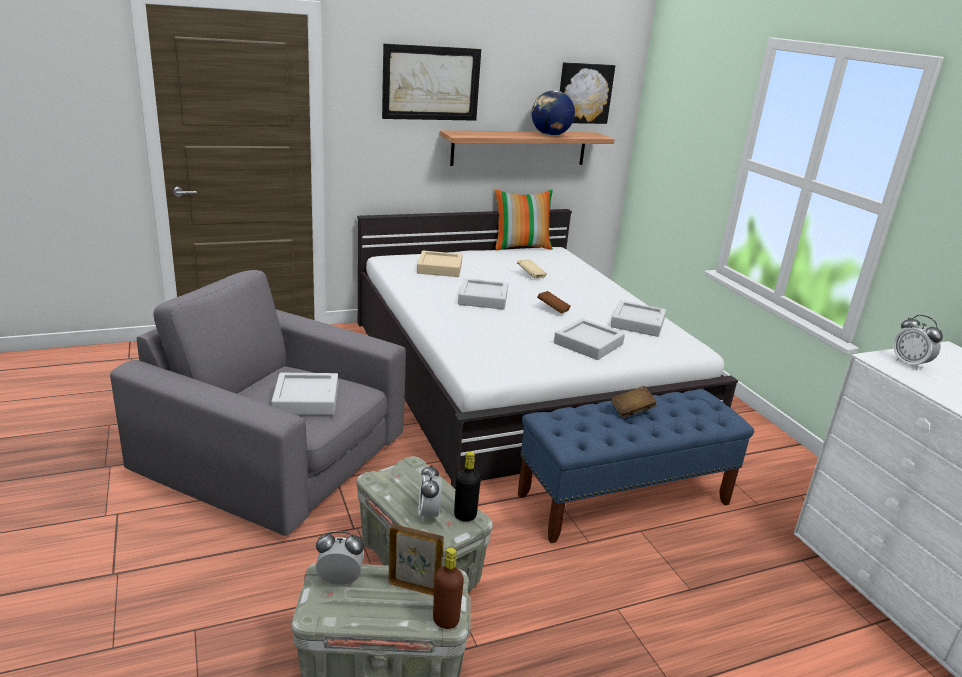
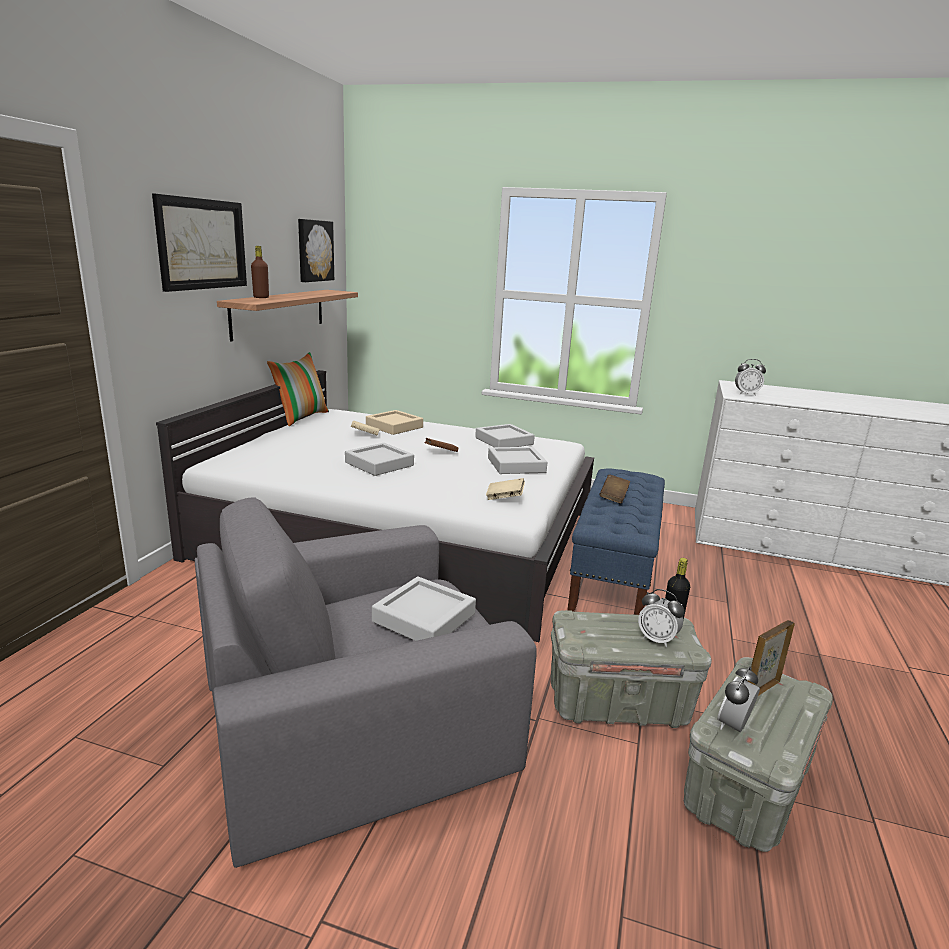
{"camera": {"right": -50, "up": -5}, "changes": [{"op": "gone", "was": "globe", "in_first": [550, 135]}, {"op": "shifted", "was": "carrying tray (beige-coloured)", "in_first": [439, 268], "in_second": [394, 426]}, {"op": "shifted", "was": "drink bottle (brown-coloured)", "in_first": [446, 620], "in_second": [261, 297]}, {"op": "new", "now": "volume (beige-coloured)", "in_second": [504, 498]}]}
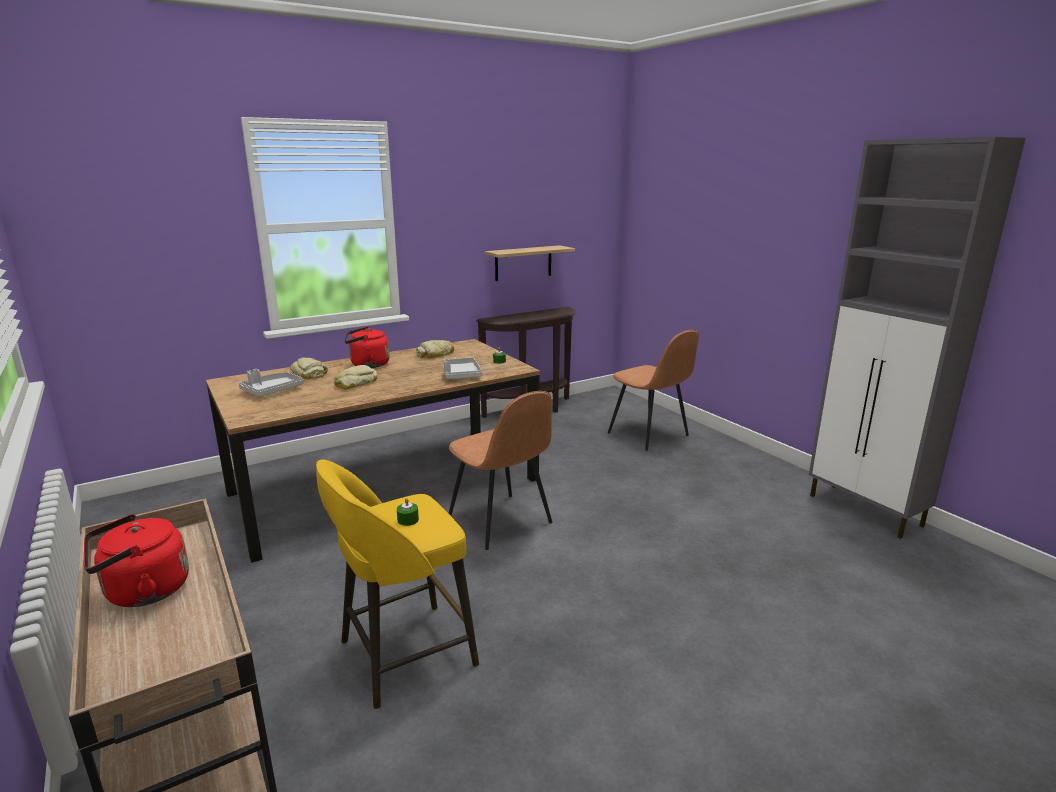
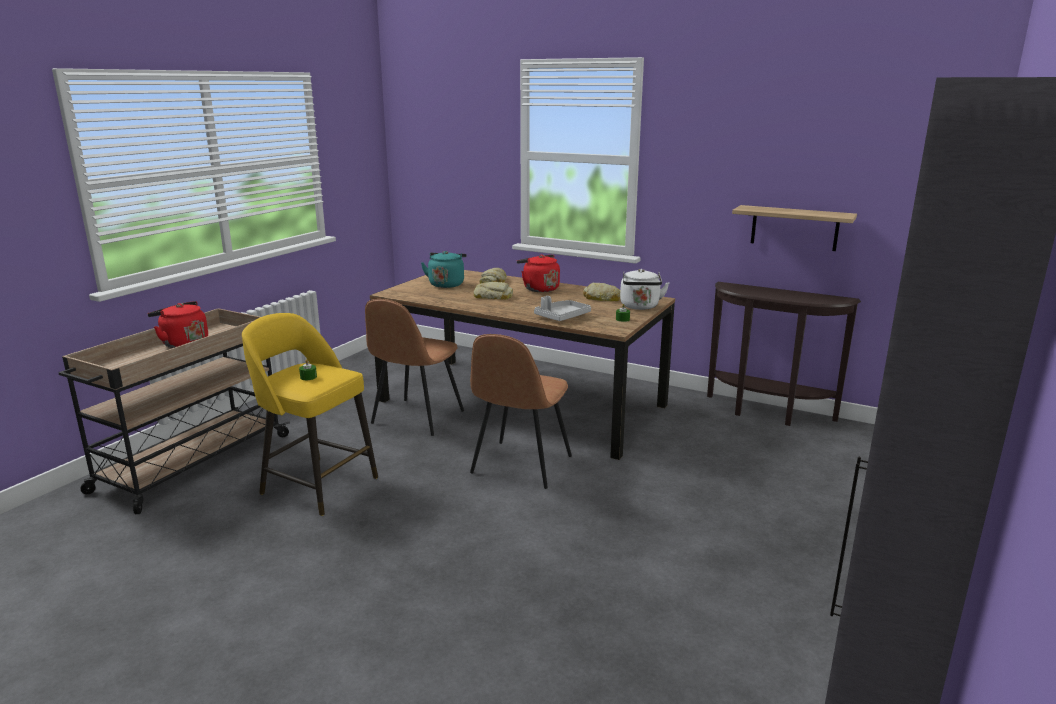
{"camera": {"right": 60, "up": 0}, "changes": [{"op": "shifted", "was": "upright chair (brown-coloured)", "in_first": [649, 435], "in_second": [416, 418]}, {"op": "swapped", "was": "carrying tray (greyish)", "now": "tea kettle (turquoise)", "in_first": [272, 391], "in_second": [446, 284]}, {"op": "new", "now": "tea kettle (white)", "in_second": [640, 307]}]}
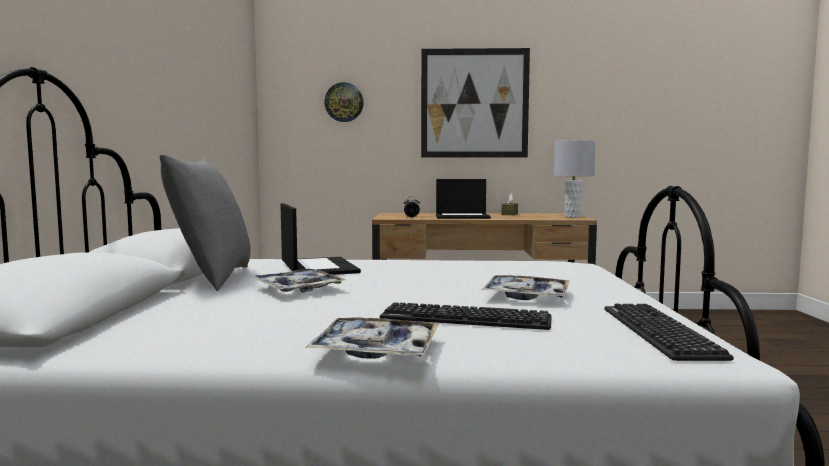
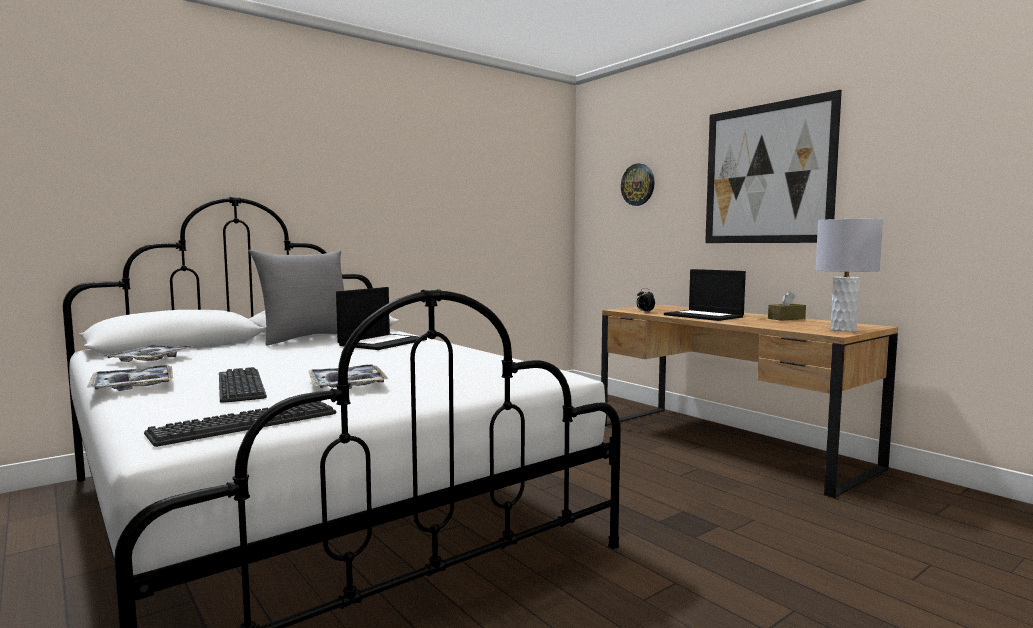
{"camera": {"right": 50, "up": 0}, "changes": [{"op": "shifted", "was": "carrying tray", "in_first": [297, 289], "in_second": [151, 360]}]}
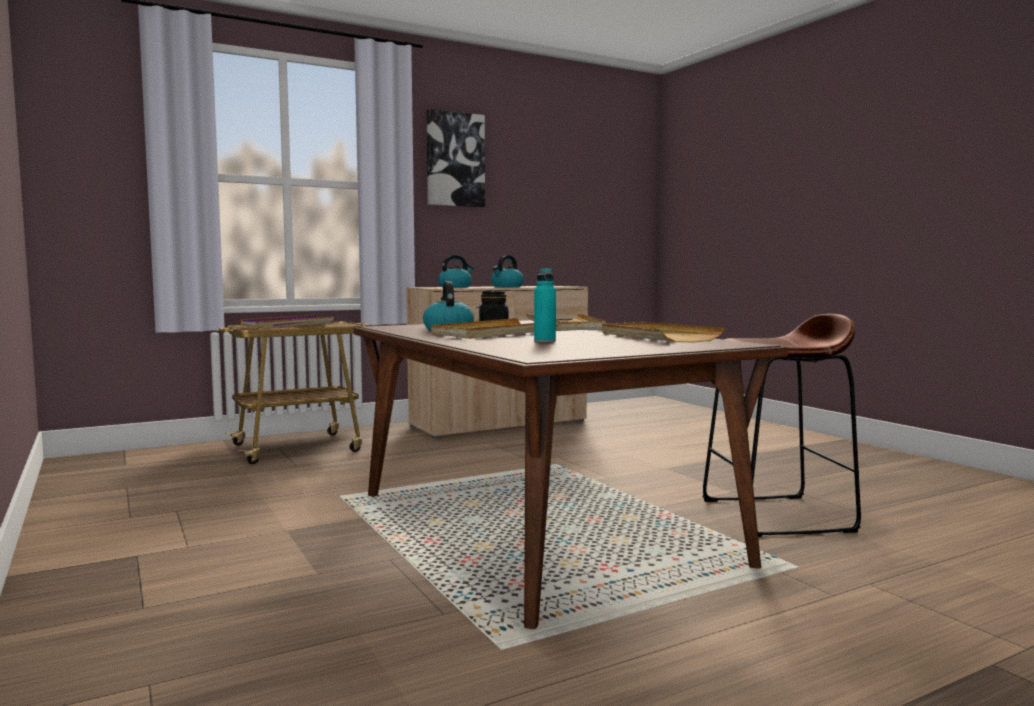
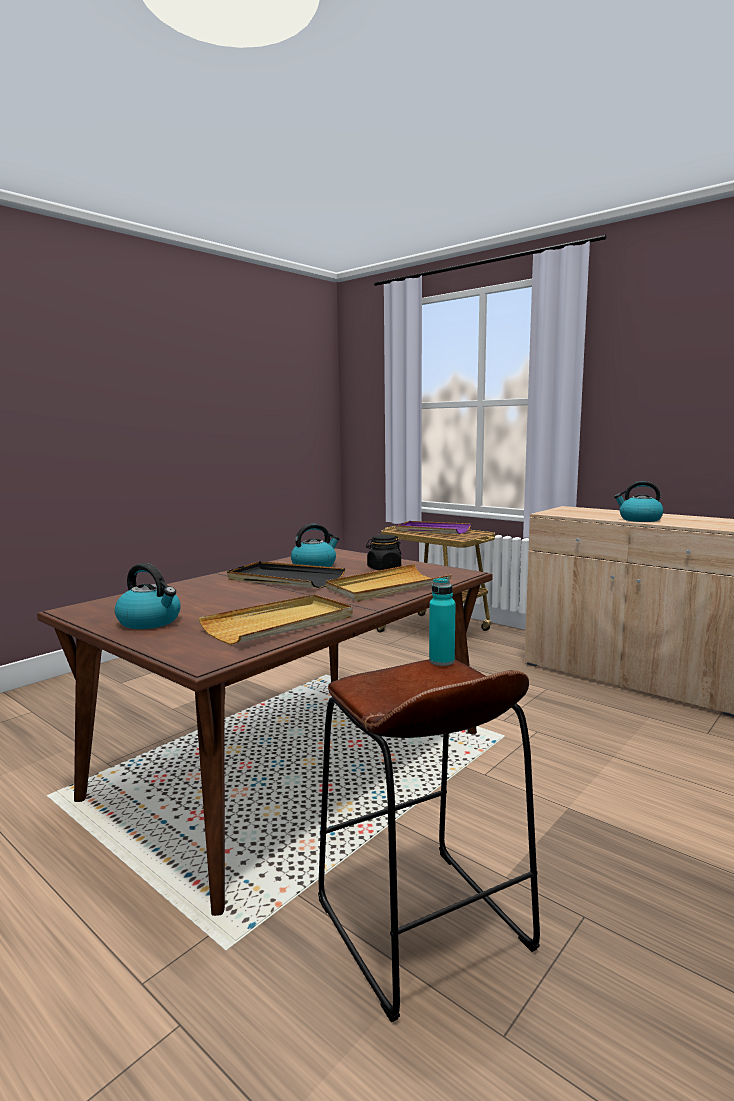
{"camera": {"right": 70, "up": 5}, "changes": [{"op": "gone", "was": "wall picture", "in_first": [455, 159]}, {"op": "shifted", "was": "tea kettle", "in_first": [455, 287], "in_second": [150, 621]}, {"op": "shifted", "was": "drink bottle (turquoise)", "in_first": [544, 341], "in_second": [441, 661]}, {"op": "repainted", "was": "carrying tray (beige-coloured)", "now": "carrying tray (black-coloured)", "in_first": [495, 333], "in_second": [284, 579]}]}
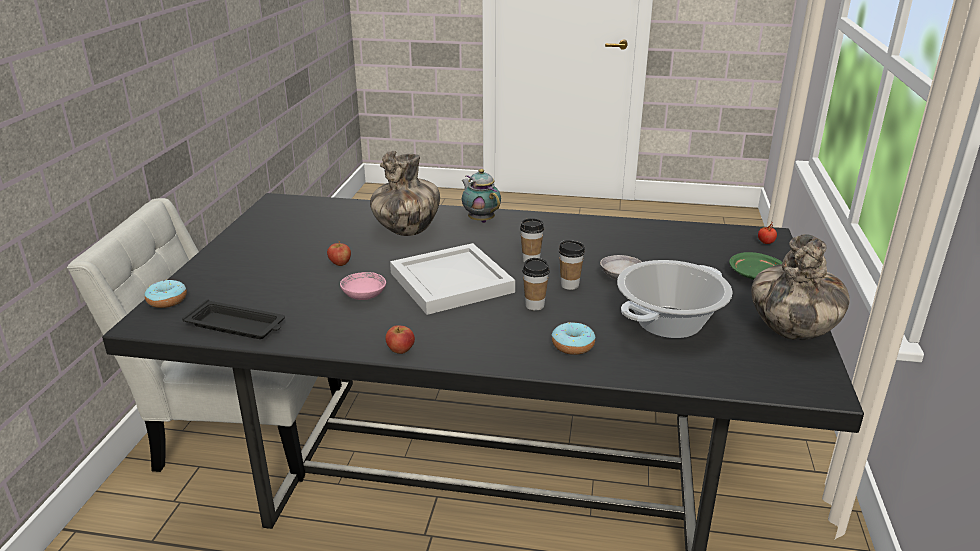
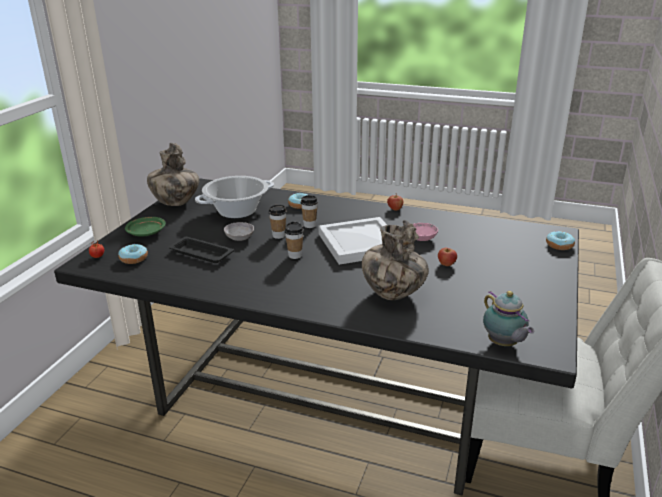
{"camera": {"right": -170, "up": 0}, "changes": [{"op": "shifted", "was": "pot for tea", "in_first": [480, 220], "in_second": [503, 344]}, {"op": "shifted", "was": "carrying tray (black-coloured)", "in_first": [237, 326], "in_second": [200, 253]}, {"op": "new", "now": "doughnut", "in_second": [134, 259]}]}
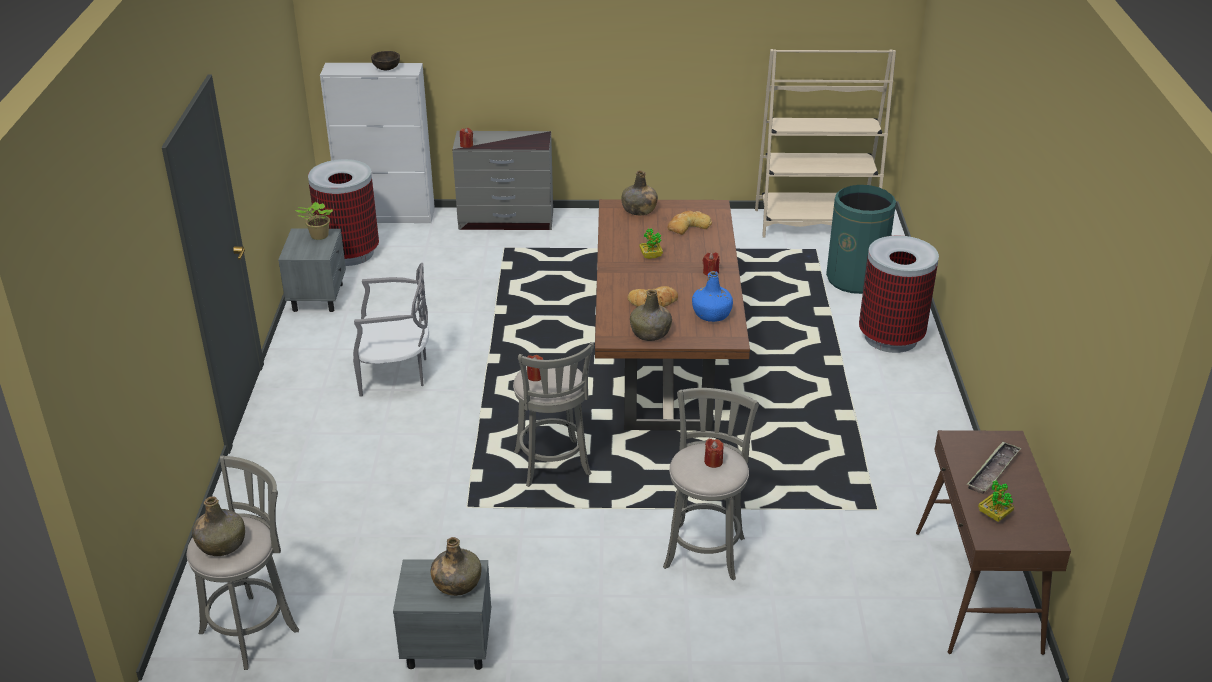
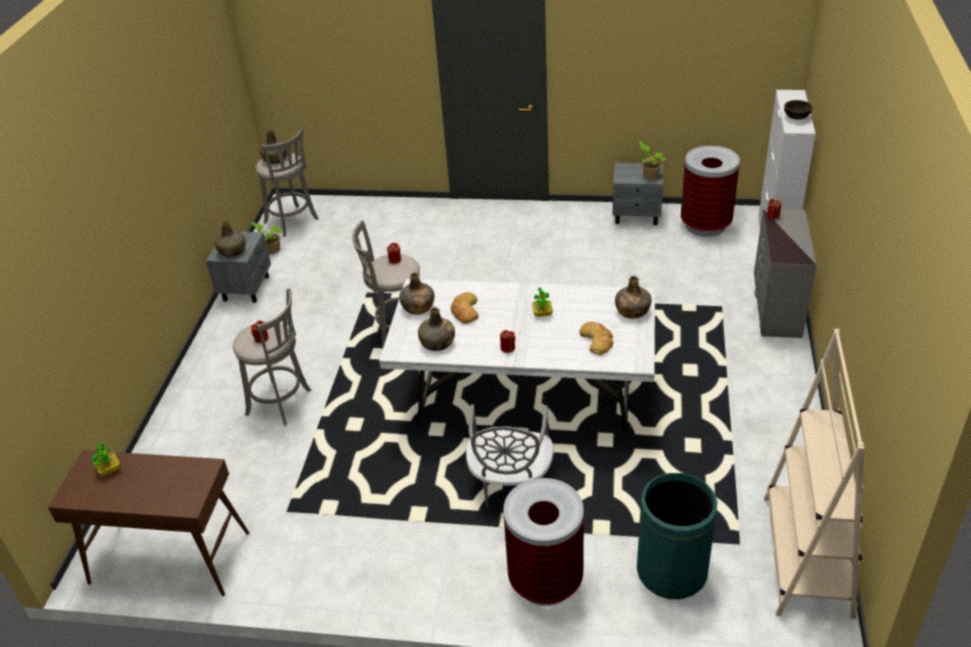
{"camera": {"right": 100, "up": 5}, "changes": [{"op": "repainted", "was": "dinner table (brown-coloured)", "now": "dinner table (white)", "in_first": [664, 360], "in_second": [525, 399]}, {"op": "shifted", "was": "upright chair (greyish)", "in_first": [395, 373], "in_second": [510, 486]}, {"op": "repainted", "was": "drink bottle (bluish)", "now": "drink bottle (green)", "in_first": [712, 314], "in_second": [437, 343]}, {"op": "gone", "was": "carrying tray", "in_first": [993, 471]}, {"op": "new", "now": "houseplant", "in_second": [272, 250]}]}
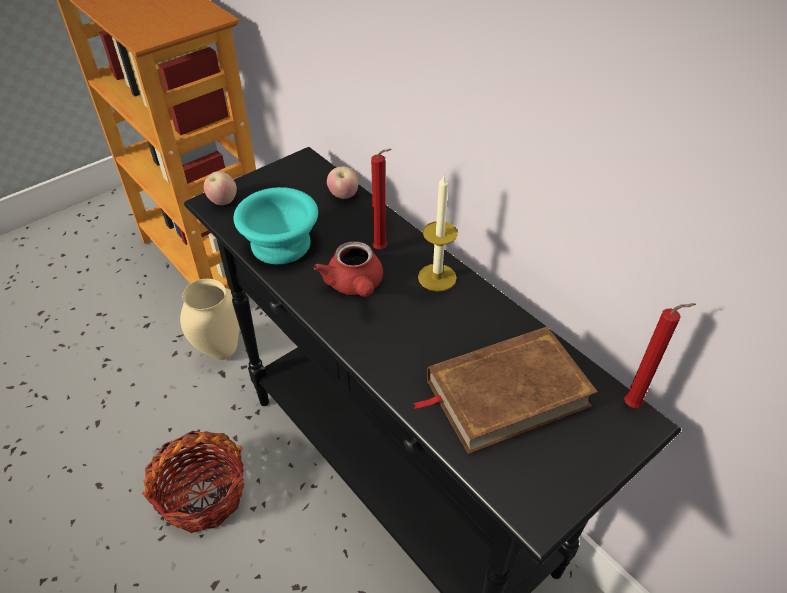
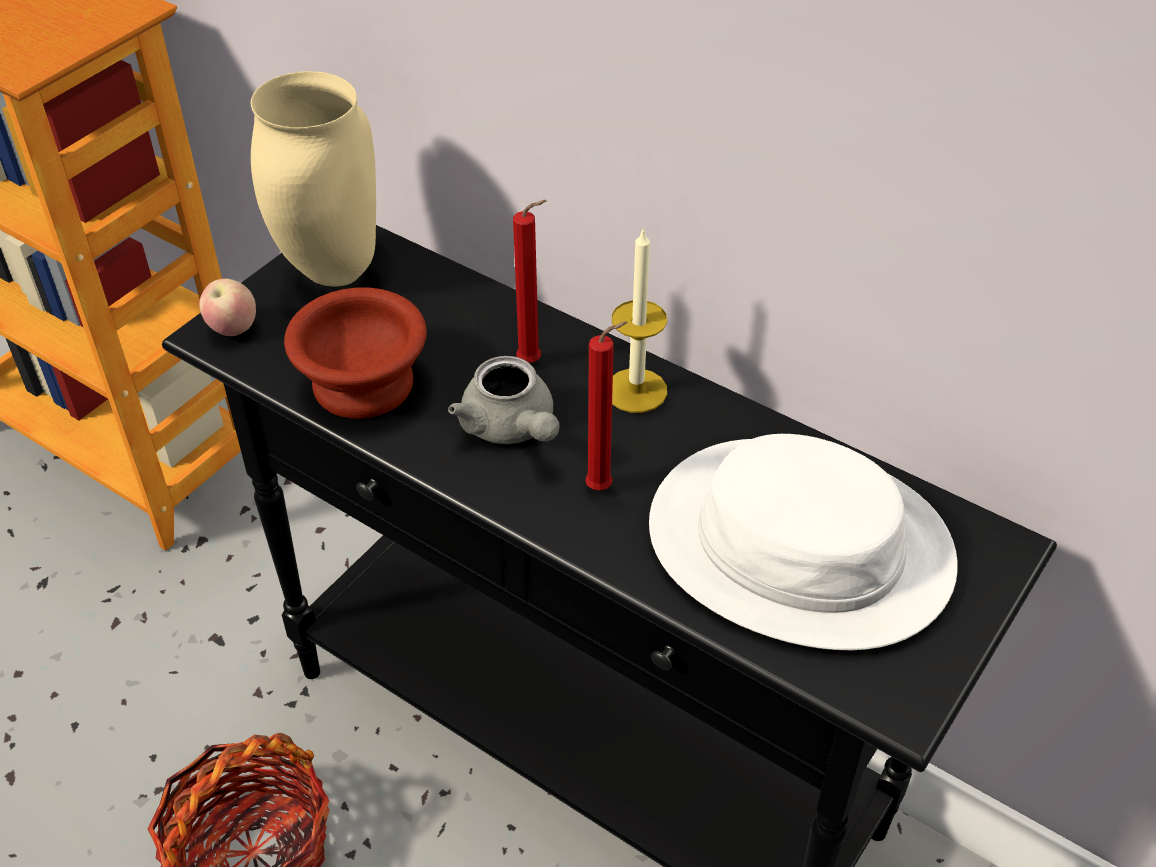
{"camera": {"right": -15, "up": 0}, "changes": [{"op": "gone", "was": "apple fruit", "in_first": [343, 196]}, {"op": "repainted", "was": "serving bowl (turquoise)", "now": "serving bowl (brown-coloured)", "in_first": [283, 244], "in_second": [367, 383]}, {"op": "repainted", "was": "pot for tea (reddish)", "now": "pot for tea (greyish)", "in_first": [355, 286], "in_second": [512, 428]}, {"op": "shifted", "was": "decorative vase (beige-coloured)", "in_first": [220, 351], "in_second": [330, 271]}, {"op": "shifted", "was": "wax candle (reddish)", "in_first": [634, 405], "in_second": [603, 487]}, {"op": "swapped", "was": "volume (brown-coloured)", "now": "clothing hat (white)", "in_first": [506, 393], "in_second": [800, 544]}]}
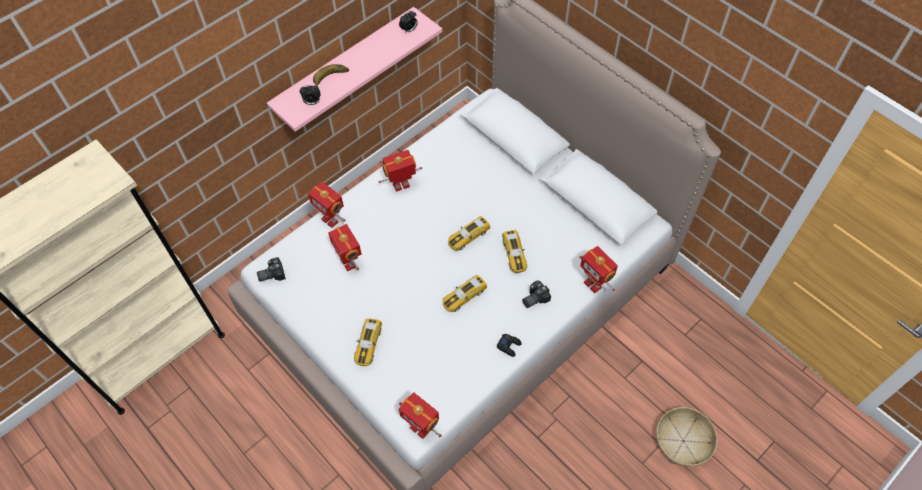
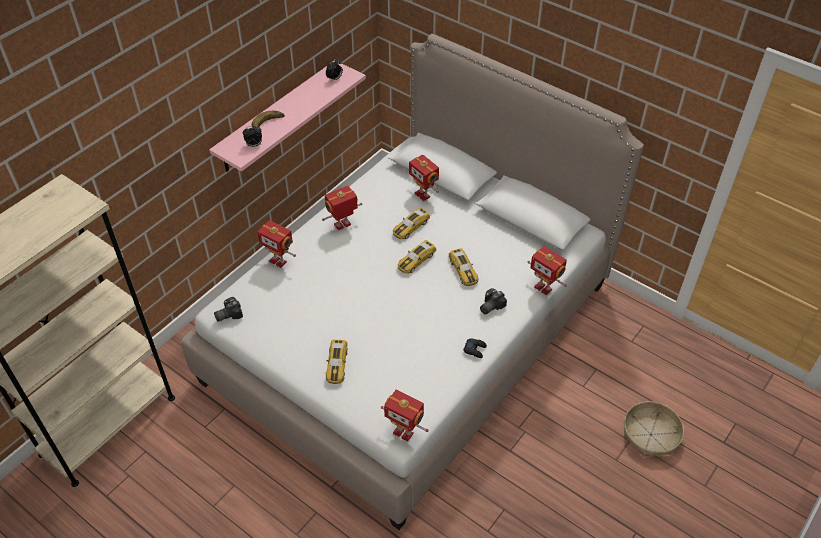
{"camera": {"right": -10, "up": -10}, "changes": [{"op": "shifted", "was": "robot figure", "in_first": [349, 262], "in_second": [423, 195]}, {"op": "shifted", "was": "miniature car", "in_first": [464, 296], "in_second": [410, 227]}]}
